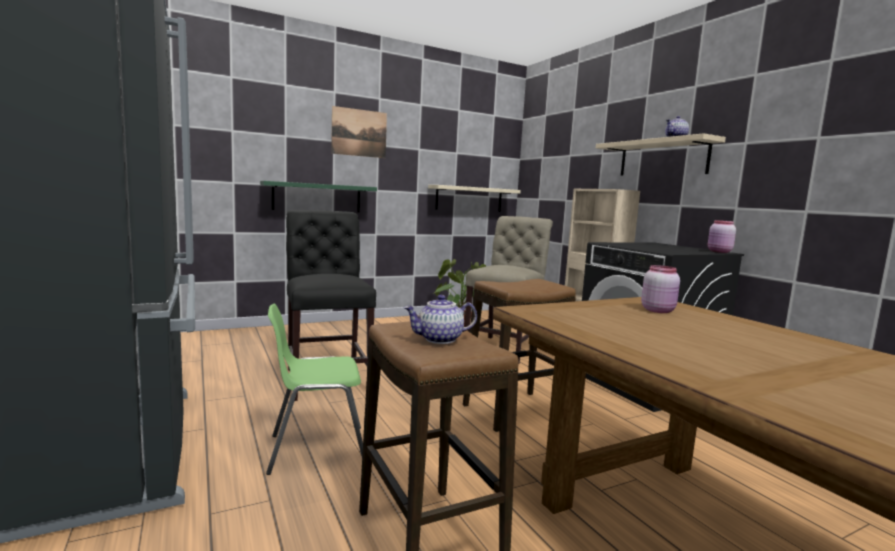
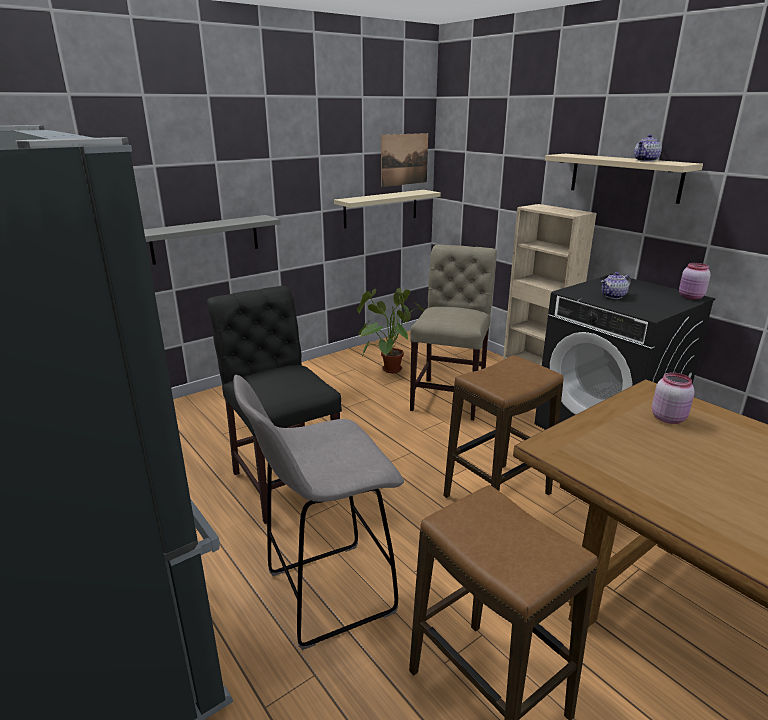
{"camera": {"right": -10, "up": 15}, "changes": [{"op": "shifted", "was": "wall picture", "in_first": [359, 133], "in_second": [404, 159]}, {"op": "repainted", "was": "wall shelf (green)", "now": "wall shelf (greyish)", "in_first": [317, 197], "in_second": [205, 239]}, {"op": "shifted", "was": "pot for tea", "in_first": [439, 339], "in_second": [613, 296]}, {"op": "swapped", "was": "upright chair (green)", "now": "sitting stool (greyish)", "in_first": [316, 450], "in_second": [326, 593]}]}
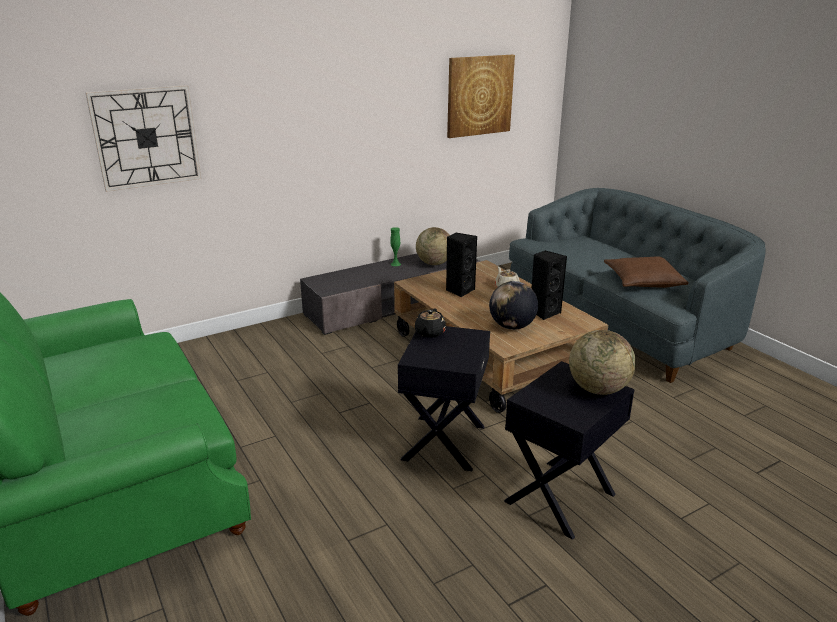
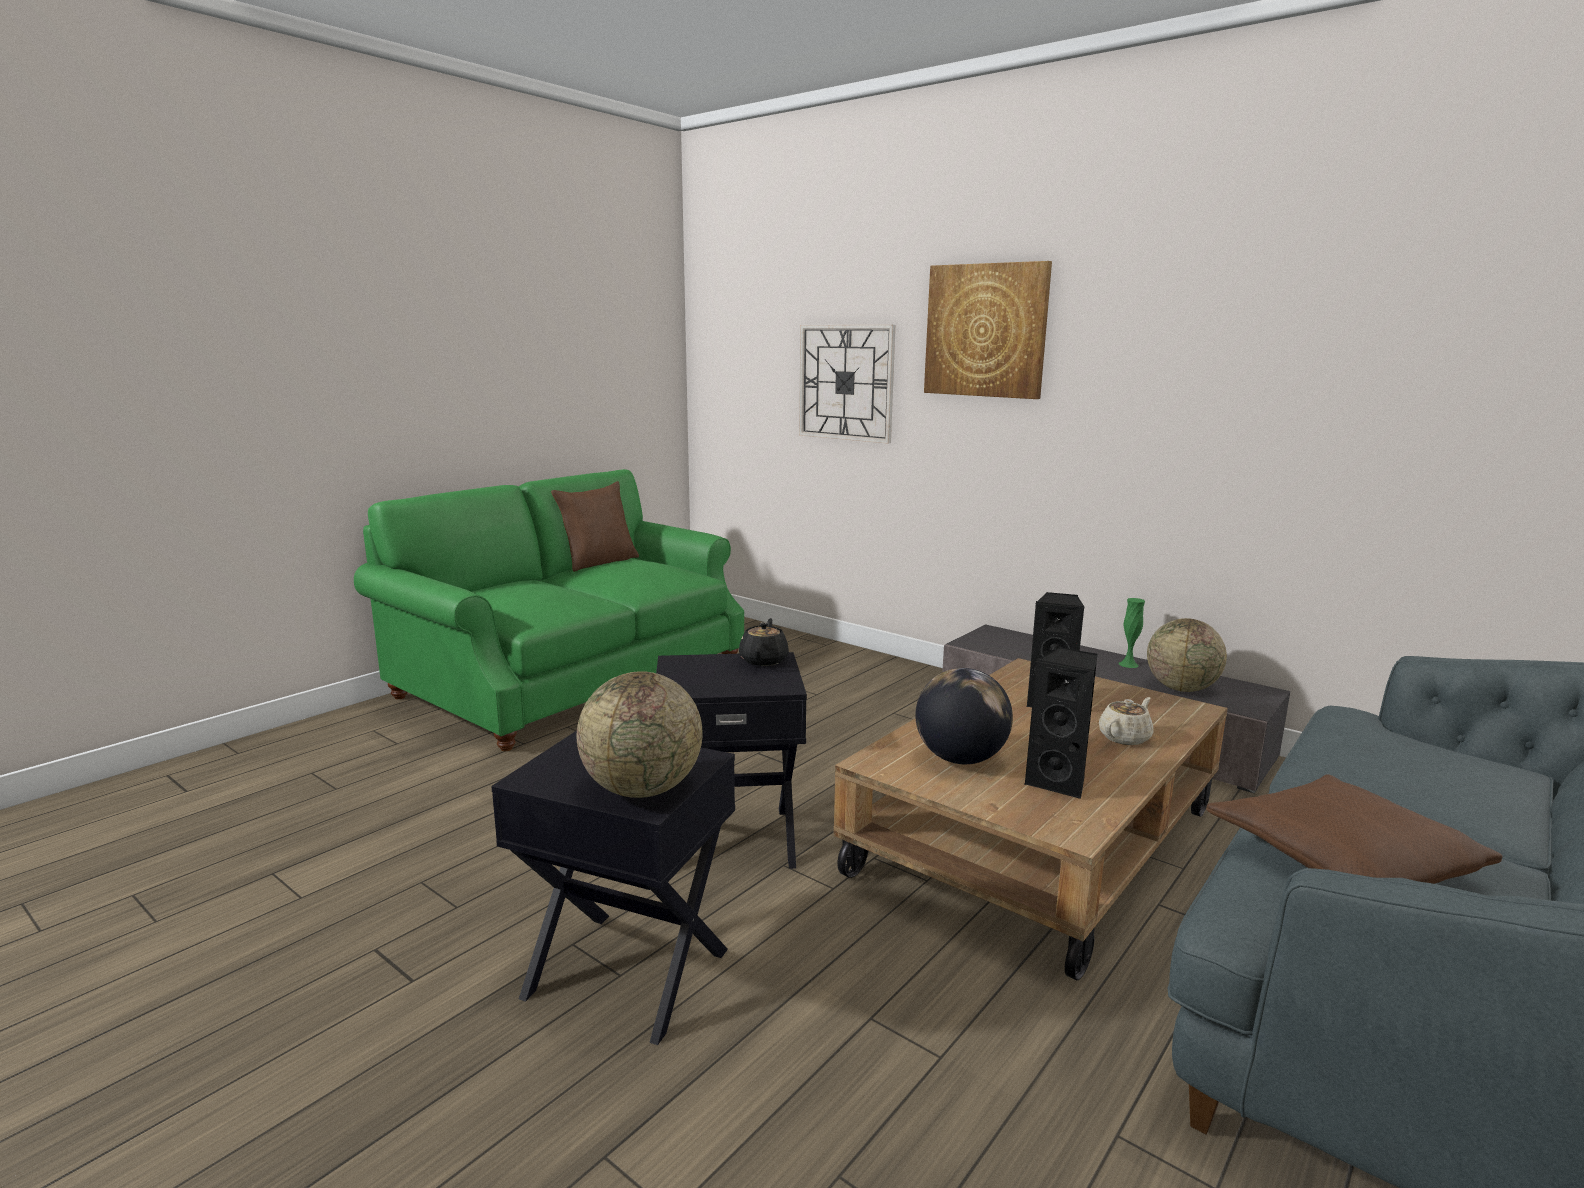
{"camera": {"right": 70, "up": -10}, "changes": [{"op": "shifted", "was": "wall picture", "in_first": [479, 95], "in_second": [986, 331]}, {"op": "rotated", "was": "pot for tea (black-coloured)", "in_first": [430, 333], "in_second": [764, 660], "clockwise": 105}, {"op": "new", "now": "cushion (brown-coloured)", "in_second": [599, 562]}]}
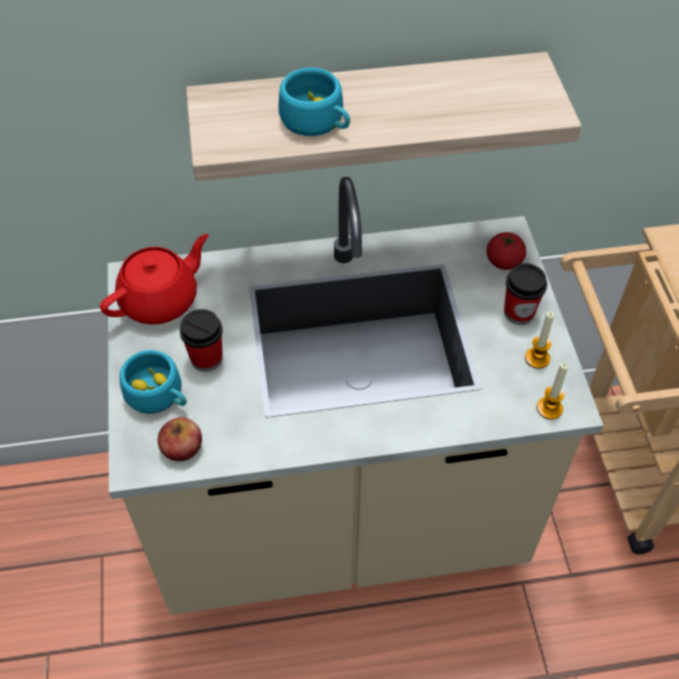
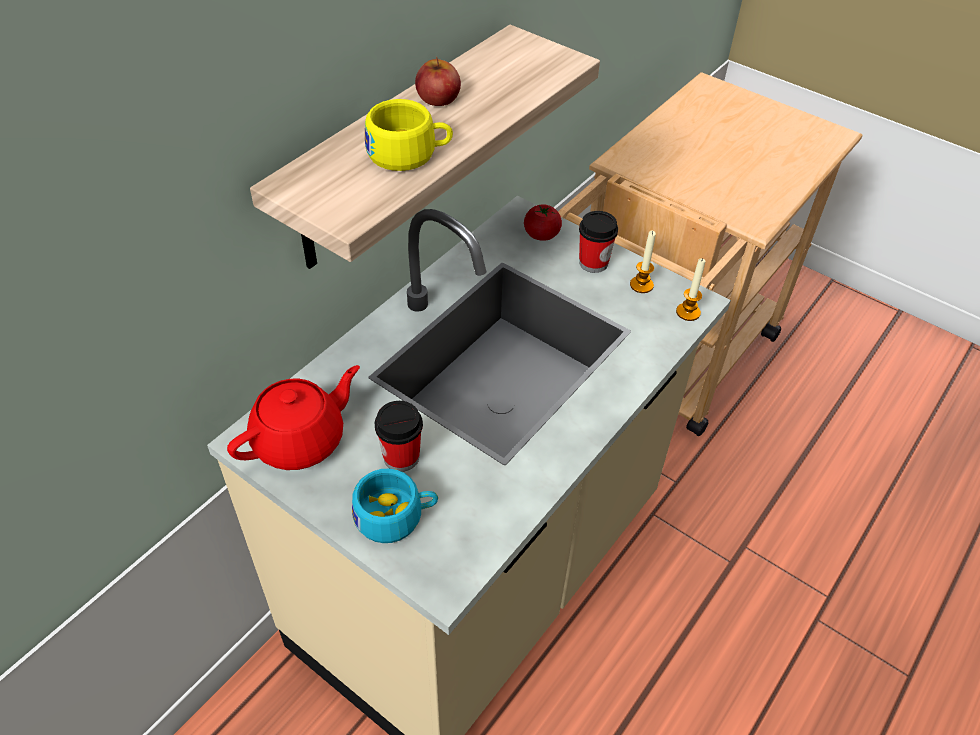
{"camera": {"right": -45, "up": -5}, "changes": [{"op": "repainted", "was": "small cup (turquoise)", "now": "small cup (yellow-coloured)", "in_first": [317, 122], "in_second": [409, 154]}, {"op": "rotated", "was": "pot for tea (reddish)", "in_first": [161, 300], "in_second": [301, 440], "clockwise": 45}, {"op": "shifted", "was": "apple fruit", "in_first": [182, 447], "in_second": [438, 97]}]}
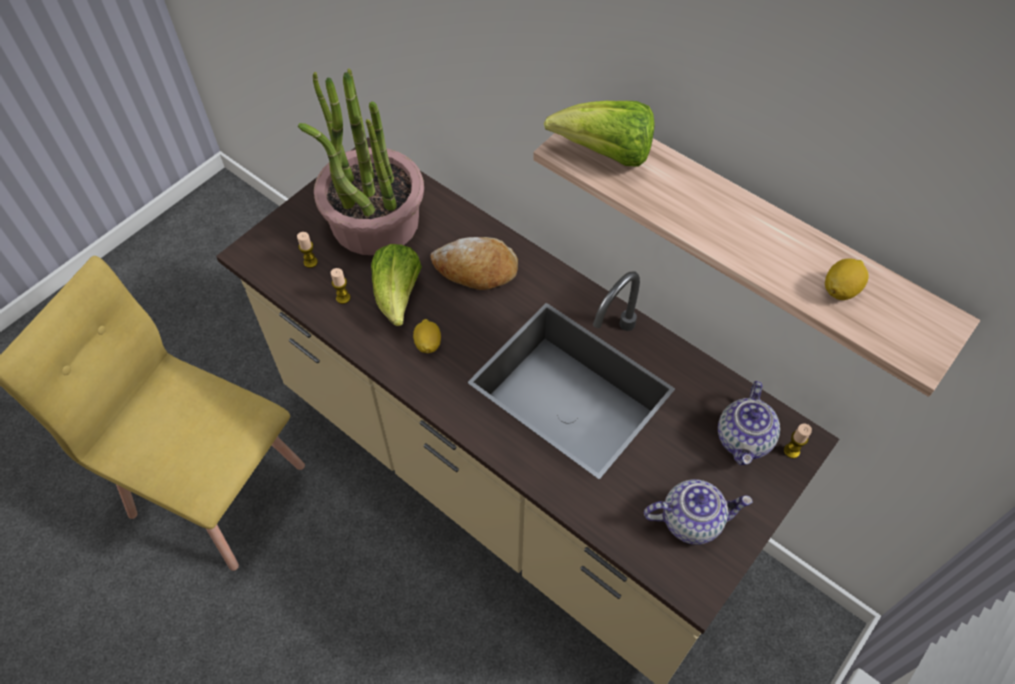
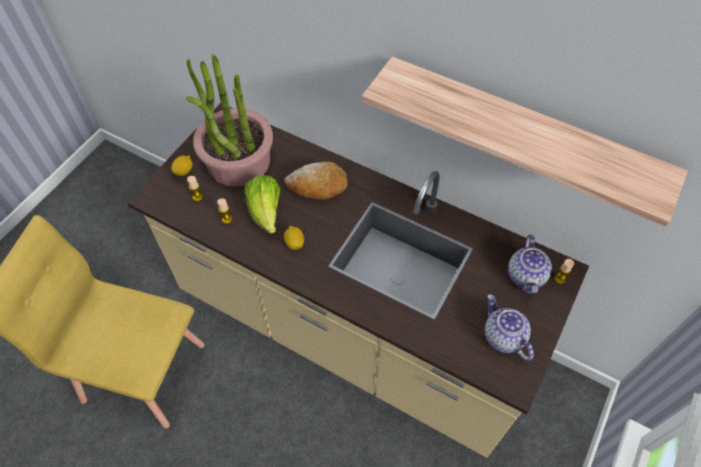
{"camera": {"right": -10, "up": 0}, "changes": [{"op": "gone", "was": "head of lettuce", "in_first": [605, 154]}, {"op": "shifted", "was": "citrus fruit", "in_first": [840, 289], "in_second": [184, 171]}, {"op": "rotated", "was": "pot for tea", "in_first": [691, 519], "in_second": [503, 337], "clockwise": -105}]}
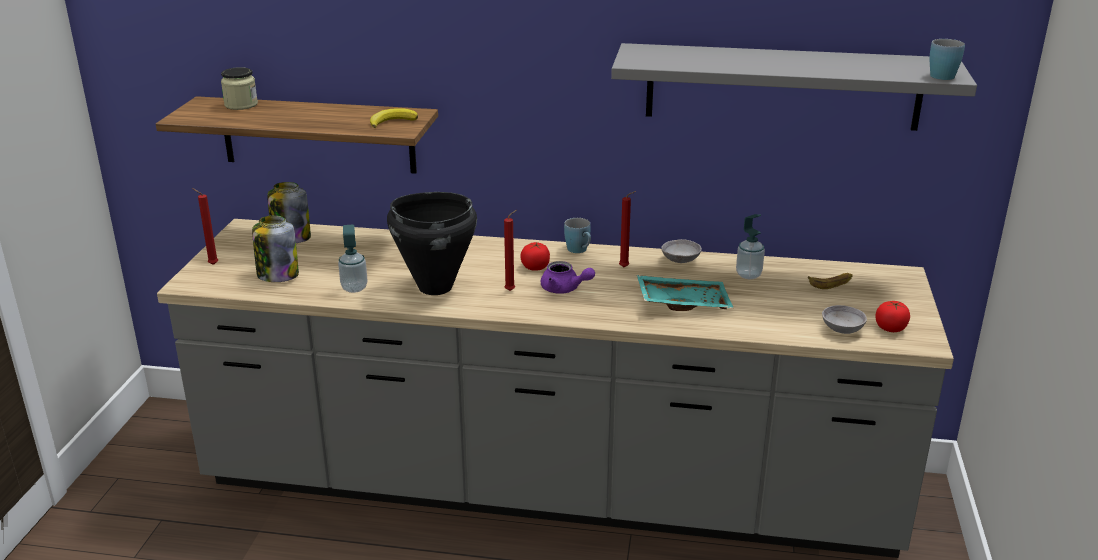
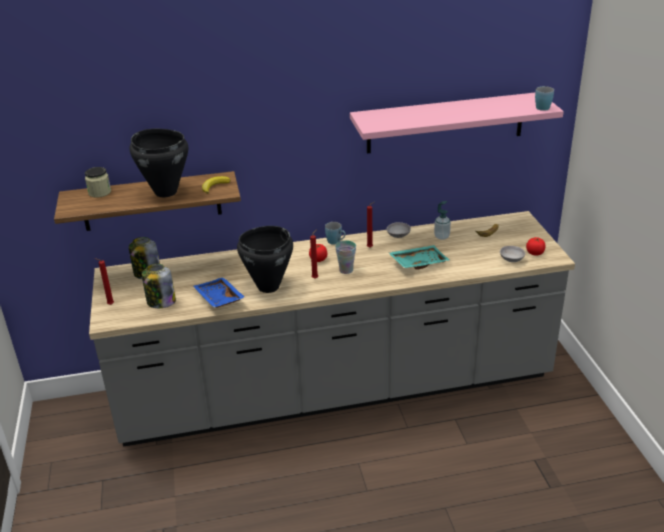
{"camera": {"right": -20, "up": 5}, "changes": [{"op": "repainted", "was": "wall shelf (greyish)", "now": "wall shelf (pink)", "in_first": [782, 86], "in_second": [445, 123]}, {"op": "swapped", "was": "soap bottle", "now": "carrying tray (bluish)", "in_first": [354, 288], "in_second": [218, 299]}, {"op": "swapped", "was": "pot for tea (purplish)", "now": "small cup", "in_first": [564, 289], "in_second": [346, 270]}, {"op": "new", "now": "stockpot (black-coloured)", "in_second": [166, 192]}]}
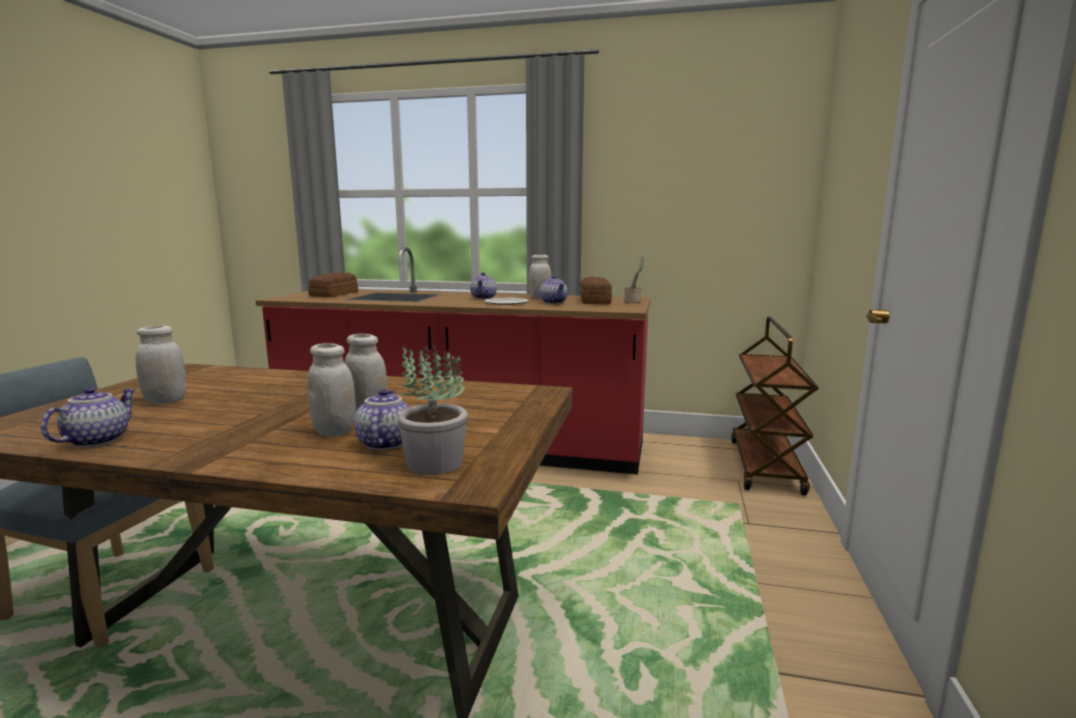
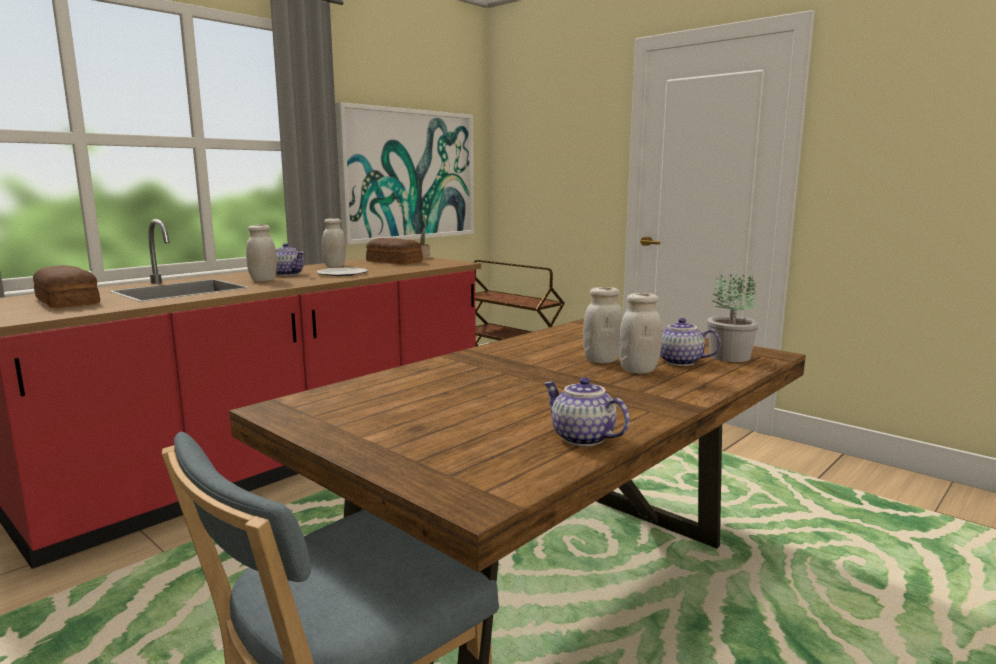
{"camera": {"right": -60, "up": 0}, "changes": [{"op": "gone", "was": "pot for tea", "in_first": [554, 302]}, {"op": "shifted", "was": "preserve jar (white)", "in_first": [165, 401], "in_second": [263, 280]}, {"op": "new", "now": "wall picture", "in_second": [409, 175]}]}
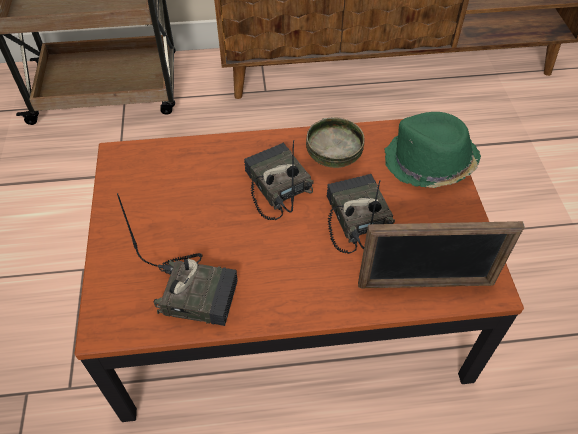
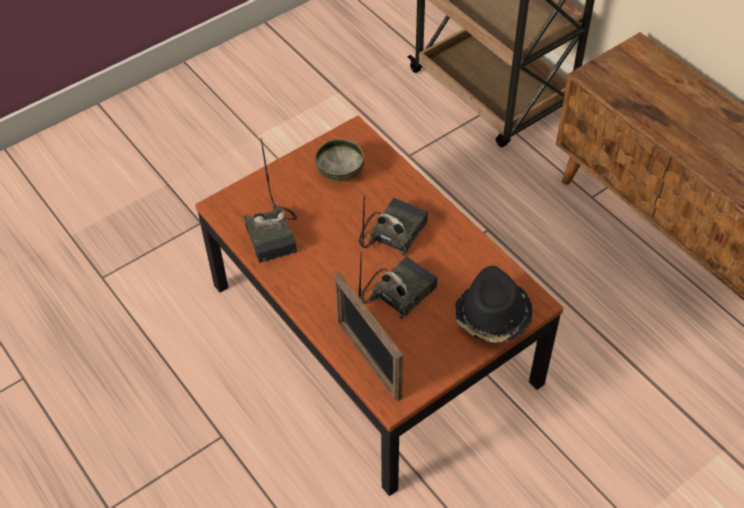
{"camera": {"right": 60, "up": 0}, "changes": [{"op": "repainted", "was": "clothing hat (green)", "now": "clothing hat (black-coloured)", "in_first": [428, 163], "in_second": [492, 316]}, {"op": "shifted", "was": "serving bowl", "in_first": [333, 156], "in_second": [340, 172]}]}
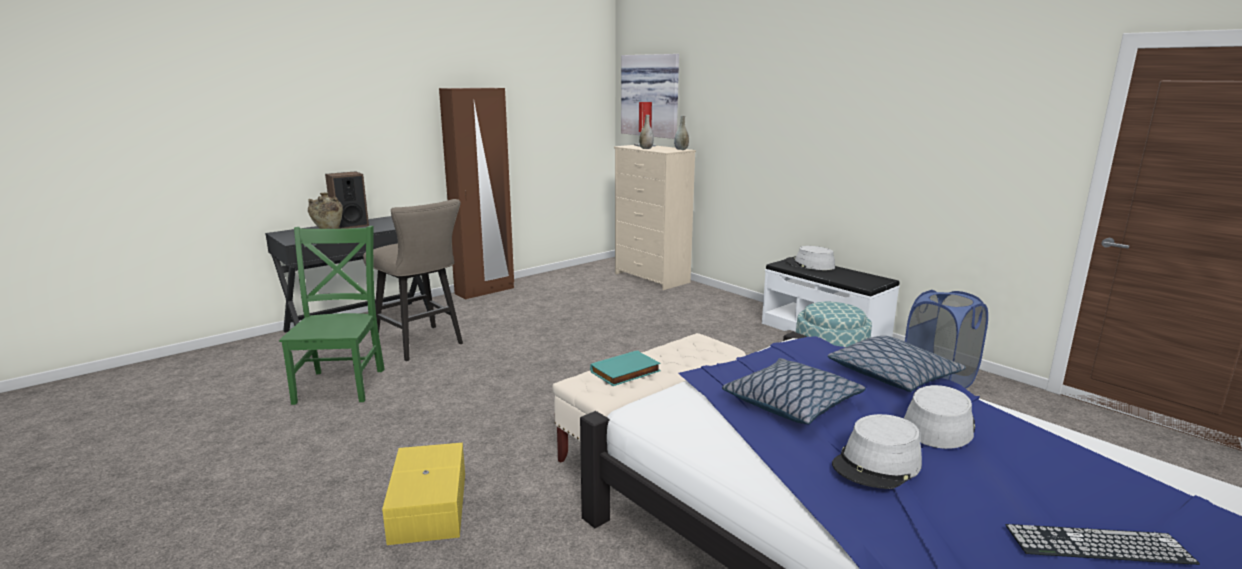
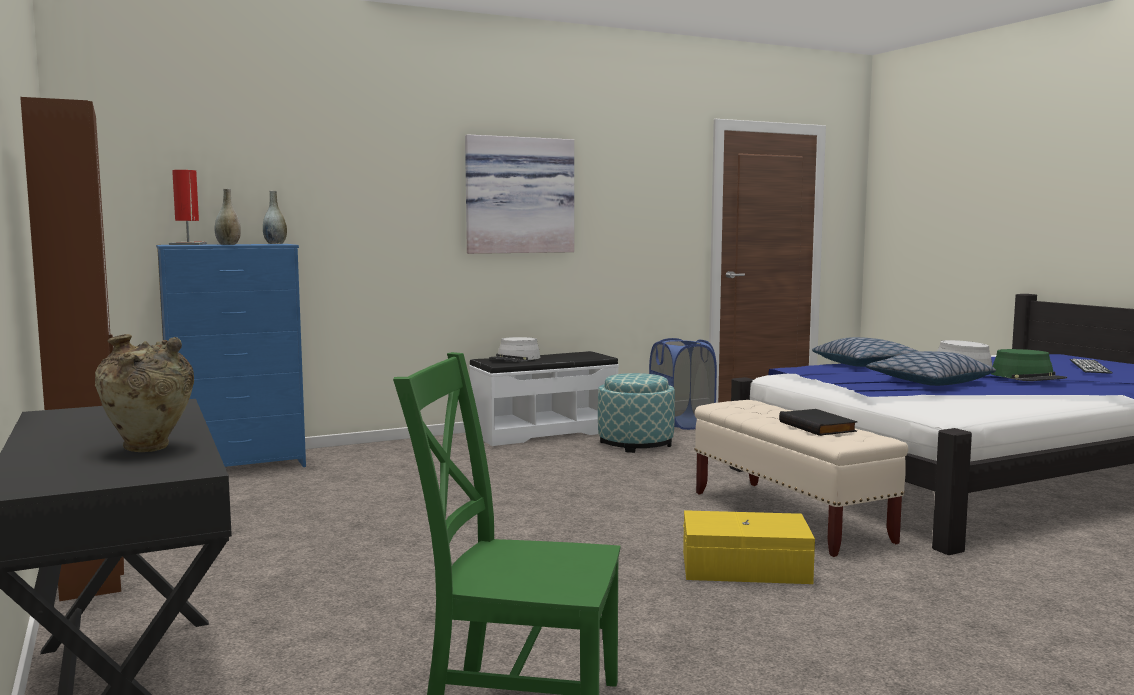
{"camera": {"right": -75, "up": -10}, "changes": [{"op": "shifted", "was": "wall picture", "in_first": [651, 95], "in_second": [518, 195]}, {"op": "repainted", "was": "chest of drawers (beige-coloured)", "now": "chest of drawers (bluish)", "in_first": [651, 278], "in_second": [239, 466]}, {"op": "gone", "was": "loudspeaker", "in_first": [350, 225]}, {"op": "gone", "was": "sitting stool (beige-coloured)", "in_first": [422, 345]}, {"op": "repainted", "was": "volume (turquoise)", "now": "volume (black-coloured)", "in_first": [626, 372], "in_second": [819, 426]}, {"op": "repainted", "was": "clothing hat (greyish)", "now": "clothing hat (green)", "in_first": [877, 464], "in_second": [1028, 377]}, {"op": "shifted", "was": "storage container (yellow-coloured)", "in_first": [427, 507], "in_second": [746, 568]}]}
